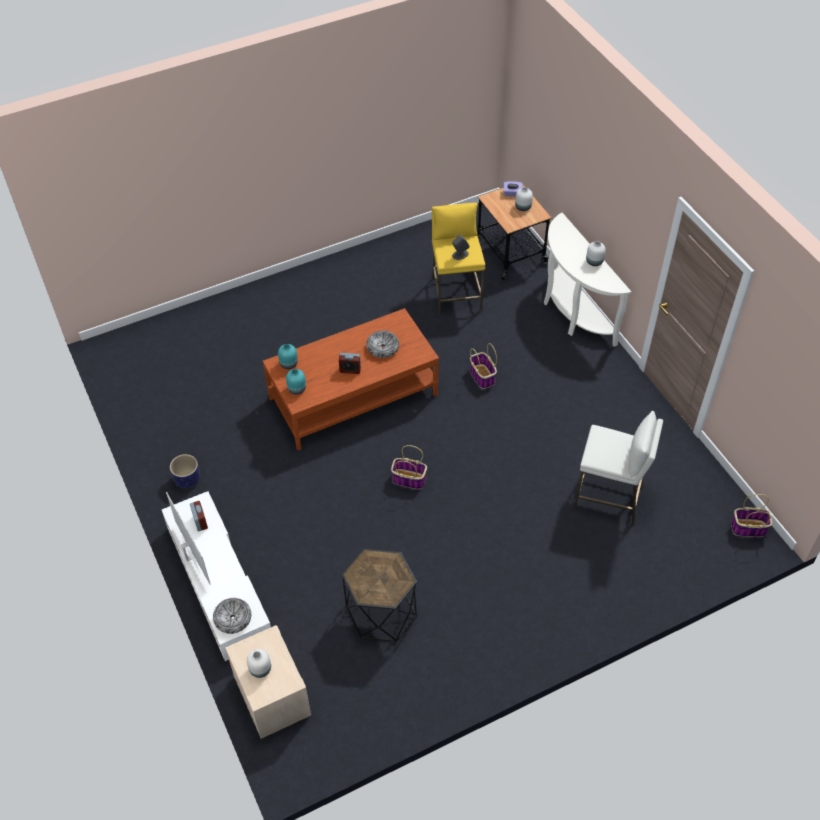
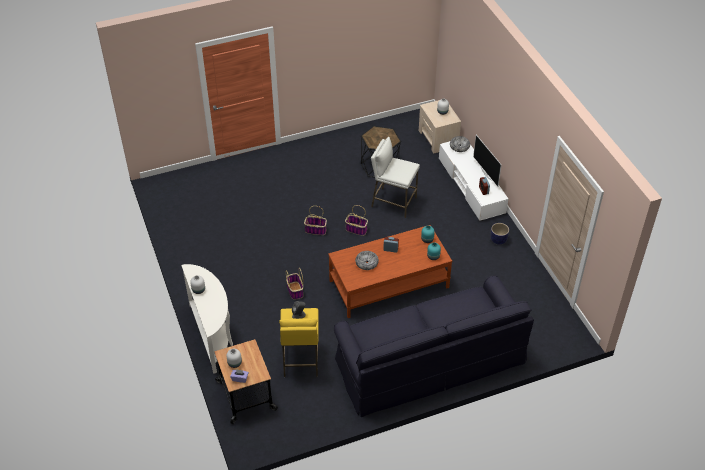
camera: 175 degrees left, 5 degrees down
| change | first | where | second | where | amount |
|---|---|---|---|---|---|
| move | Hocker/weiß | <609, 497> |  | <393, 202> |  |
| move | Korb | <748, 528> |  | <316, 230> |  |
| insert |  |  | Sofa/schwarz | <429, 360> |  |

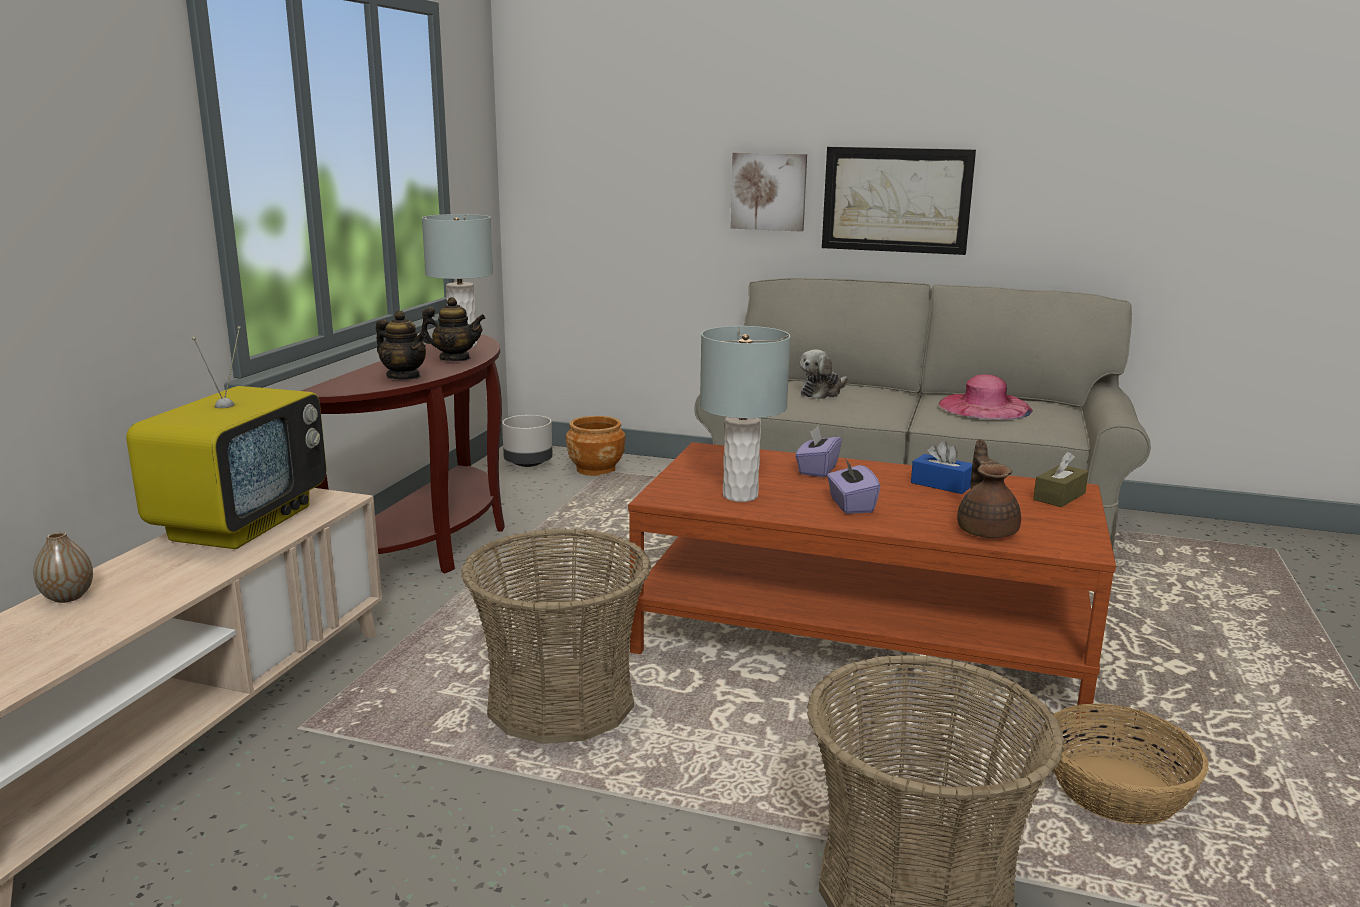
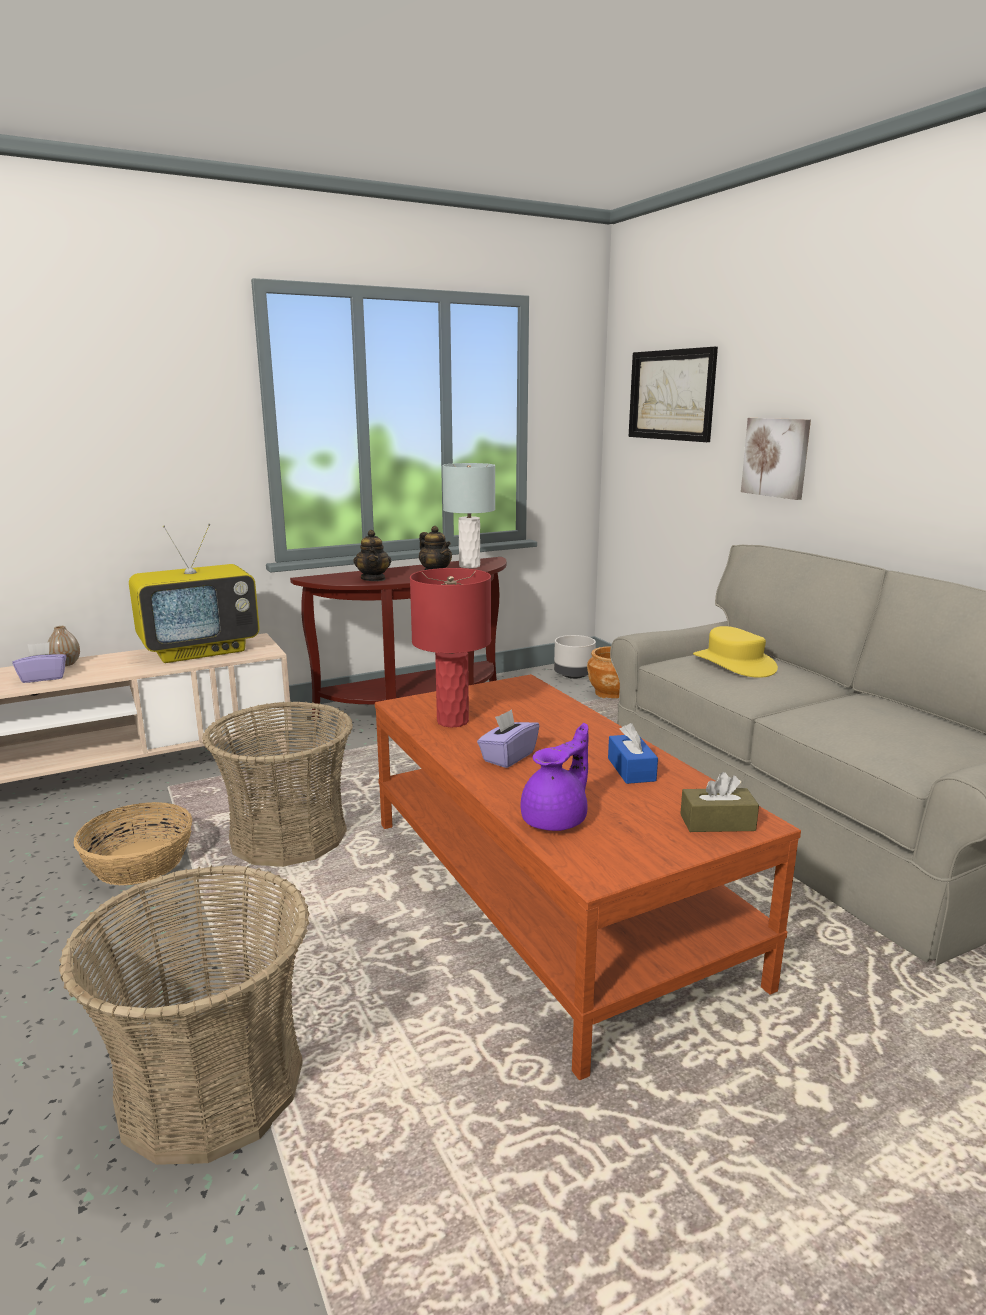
camera: 45 degrees right, 0 degrees up
| change | first | where | second | where | amount |
|---|---|---|---|---|---|
| recolor | Tischlampe/grau | <739, 496> | Tischlampe/rot | <452, 721> |  |
| move | Taschentuchbox/lila | <817, 470> |  | <43, 677> |  |
| replace | Plüschtier | <822, 392> | Hut/gelb | <734, 663> |  |
| move | Bild | <896, 200> |  | <671, 395> |  |
| delete | Hut/rosa | <985, 407> |  |  |  |
| recolor | Teekanne/braun | <986, 530> | Teekanne/lila | <556, 819> |  |
| move | Korb | <1118, 791> |  | <139, 863> |  |

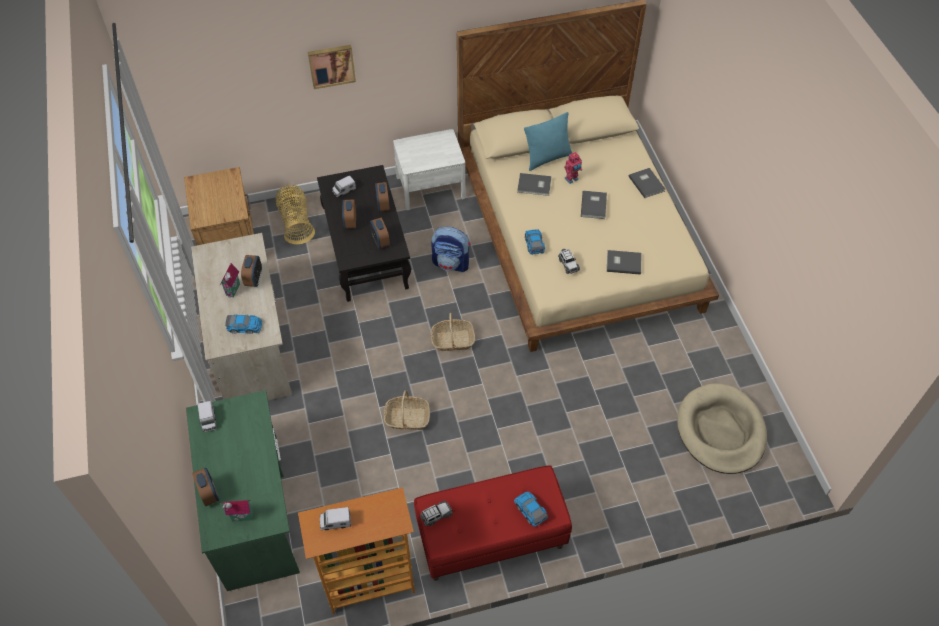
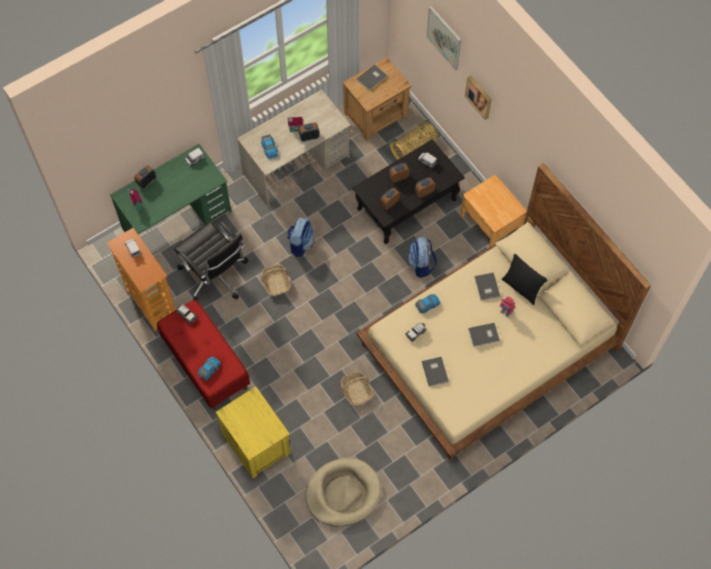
camera: 70 degrees right, 10 degrees up
| change | first | where | second | where | amount |
|---|---|---|---|---|---|
| recolor | Nachttisch/weiß | <430, 187> | Nachttisch/braun | <490, 224> |  |
| move | Korb | <452, 340> |  | <356, 391> |  |
| recolor | Kissen/türkis | <547, 158> | Kissen/schwarz | <521, 288> |  |
| move | Buch/grau | <647, 183> |  | <372, 78> |  |
| insert |  |  | Bürostuhl/schwarz | <215, 276> |  |
| insert |  |  | Nachttisch/gelb | <256, 442> |  |
| insert |  |  | Rucksack | <300, 244> |  |
| insert |  |  | Bild | <444, 37> |  |

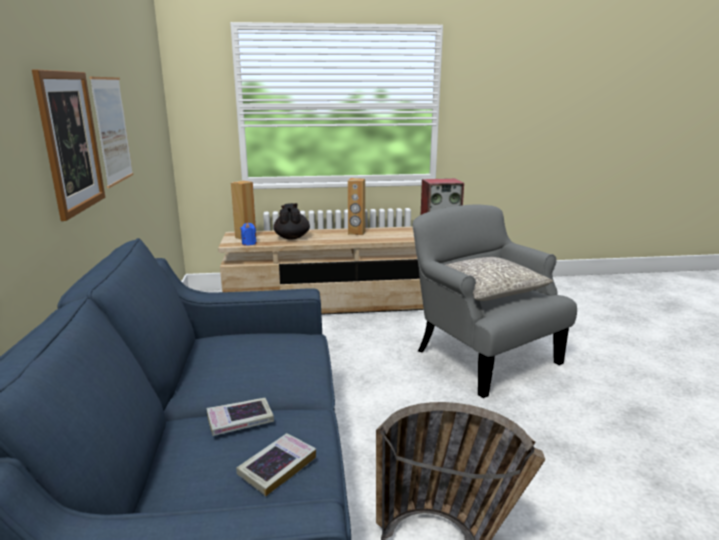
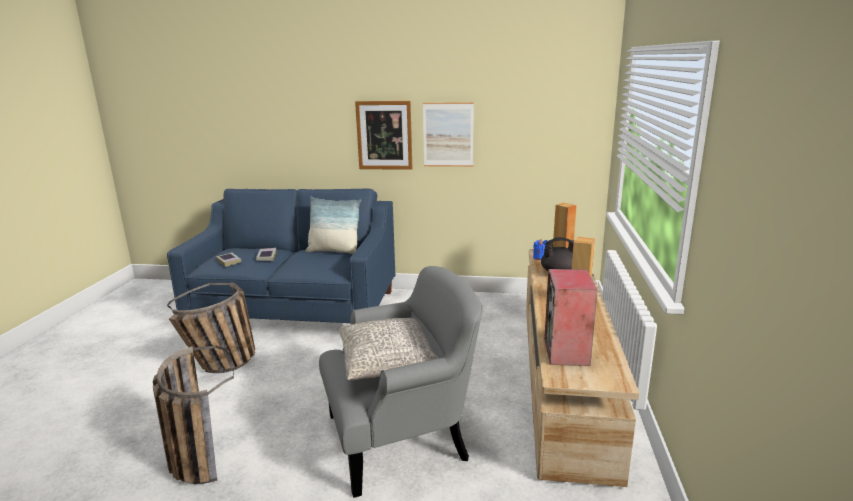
camera: 105 degrees right, 0 degrees up
| change | first | where | second | where | amount |
|---|---|---|---|---|---|
| insert |  |  | Korb | <197, 455> |  |
| insert |  |  | Kissen | <334, 251> |  |

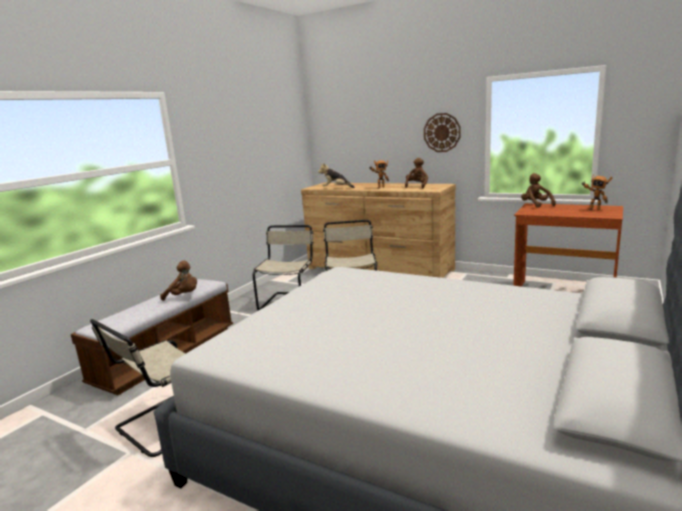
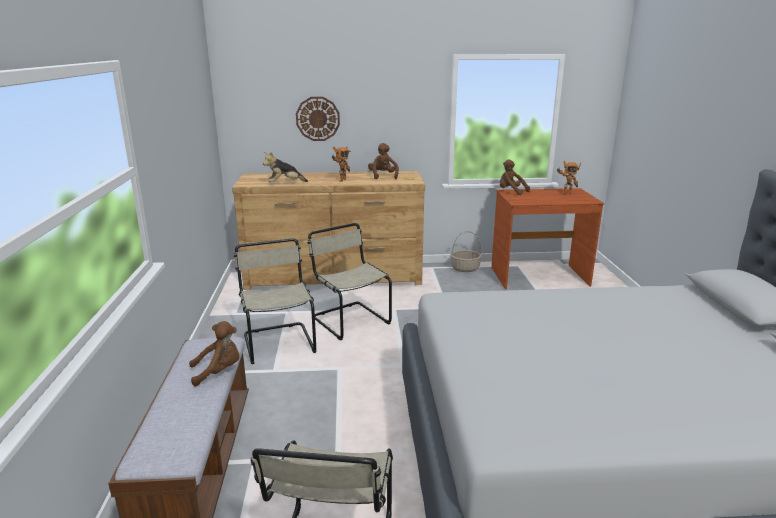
camera: 35 degrees left, 5 degrees up
| change | first | where | second | where | amount |
|---|---|---|---|---|---|
| move | Wanduhr | <442, 132> |  | <318, 118> |  |
| insert |  |  | Korb | <465, 268> |  |

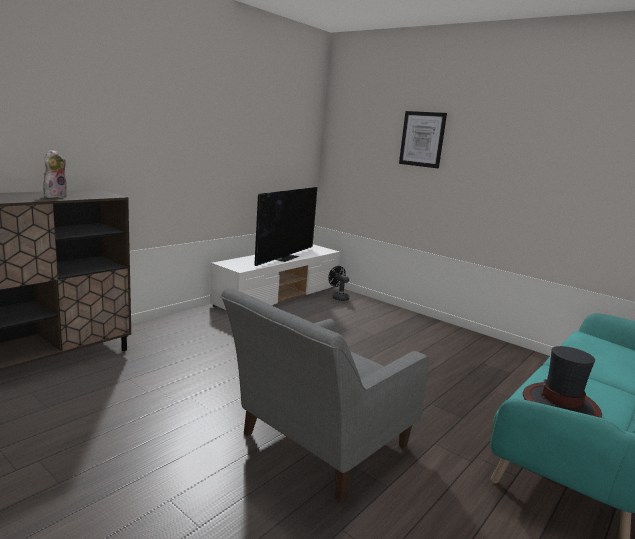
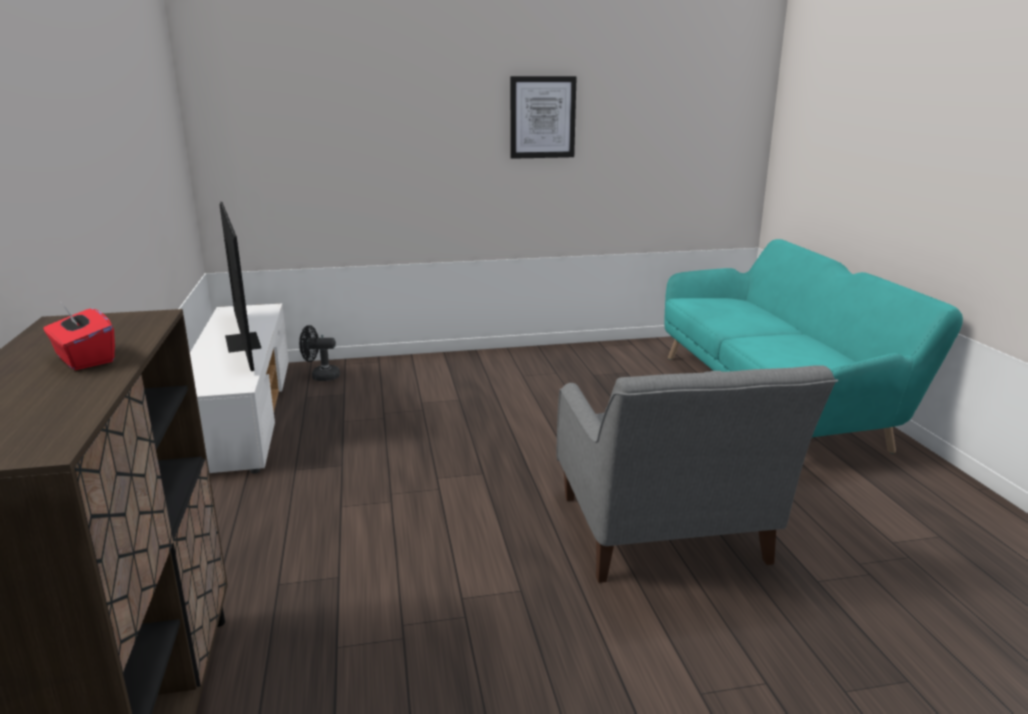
camera: 50 degrees left, 5 degrees up
| change | first | where | second | where | amount |
|---|---|---|---|---|---|
| replace | Plüschtier | <55, 196> | Taschentuchbox/rot | <84, 359> |  |
| move | Bild | <422, 139> |  | <542, 117> |  |
| delete | Hut | <561, 404> |  |  |  |

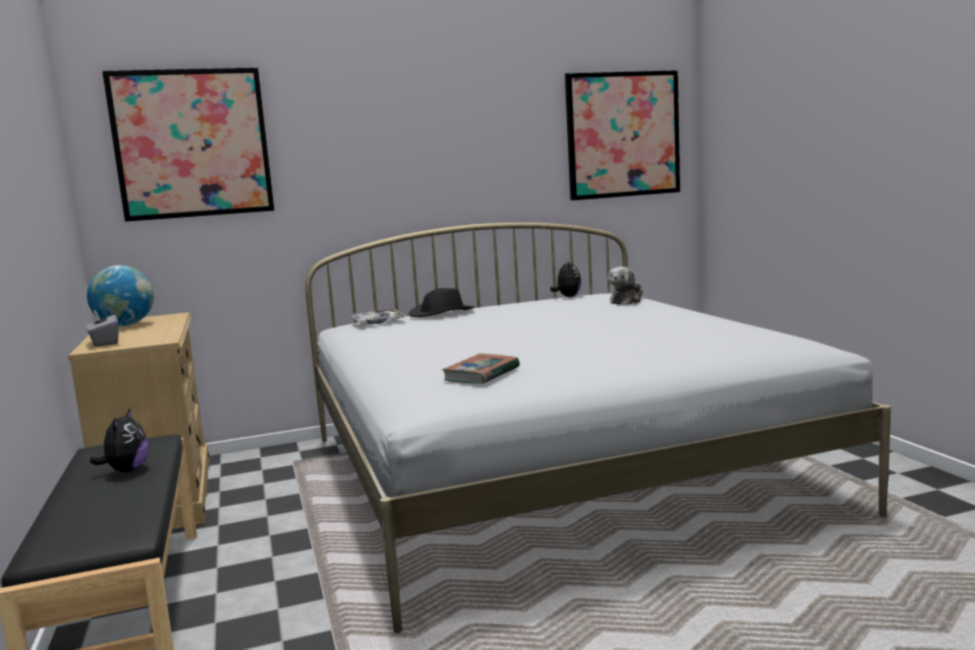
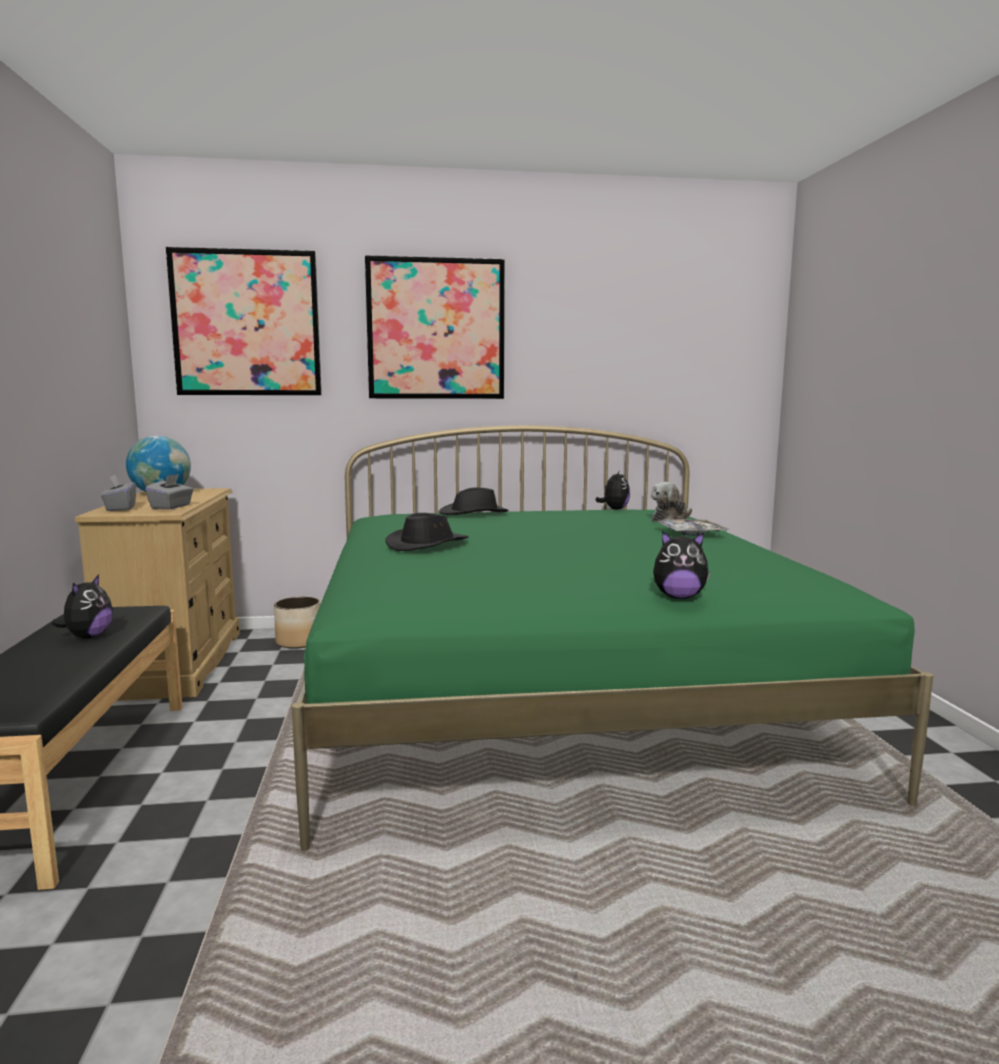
camera: 10 degrees right, 0 degrees up
| change | first | where | second | where | amount |
|---|---|---|---|---|---|
| recolor | Bett/weiß | <552, 471> | Bett/grün | <557, 693> |  |
| move | Tablett | <377, 322> |  | <691, 533> |  |
| delete | Buch | <482, 374> |  |  |  |
| move | Bild | <623, 135> |  | <436, 329> |  |
| insert |  |  | Taschentuchbox/grau | <171, 507> |  |
| insert |  |  | Pflanzkübel | <299, 642> |  |
| insert |  |  | Hut/schwarz | <428, 544> |  |
| insert |  |  | Plüschtier | <679, 597> |  |

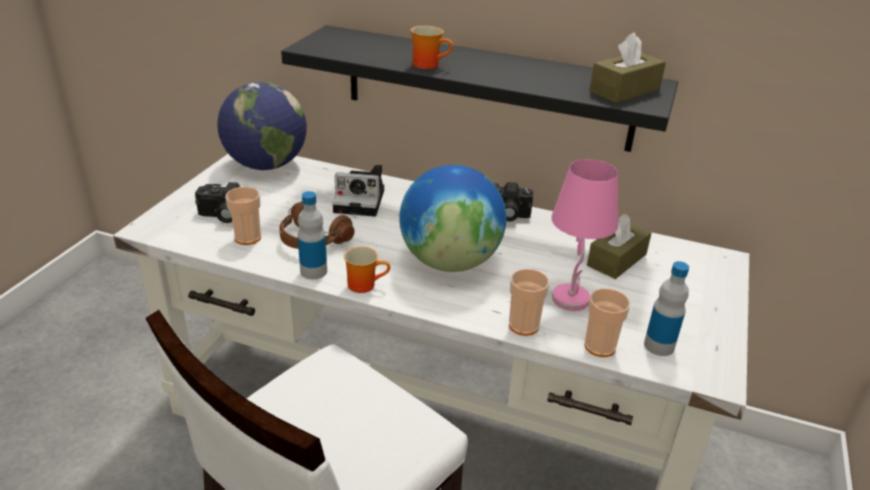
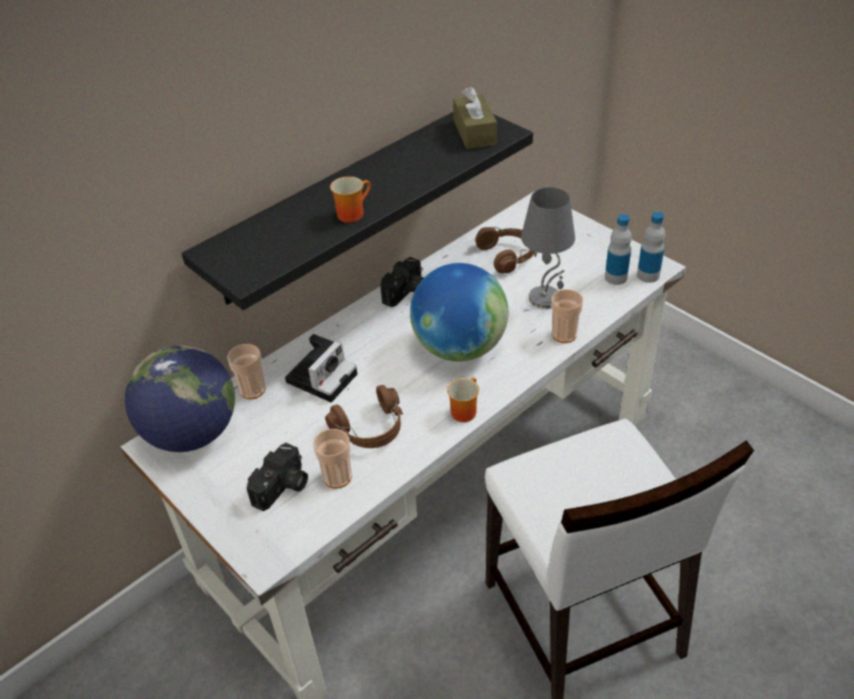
camera: 60 degrees left, 10 degrees up
| change | first | where | second | where | amount |
|---|---|---|---|---|---|
| move | Flasche | <313, 271> |  | <648, 275> |  |
| recolor | Tischlampe/rosa | <571, 299> | Tischlampe/grau | <545, 298> |  |
| move | Tasse | <600, 347> |  | <252, 390> |  |
| replace | Taschentuchbox/braun | <616, 260> | Kopfhörer/braun | <508, 255> |  |

